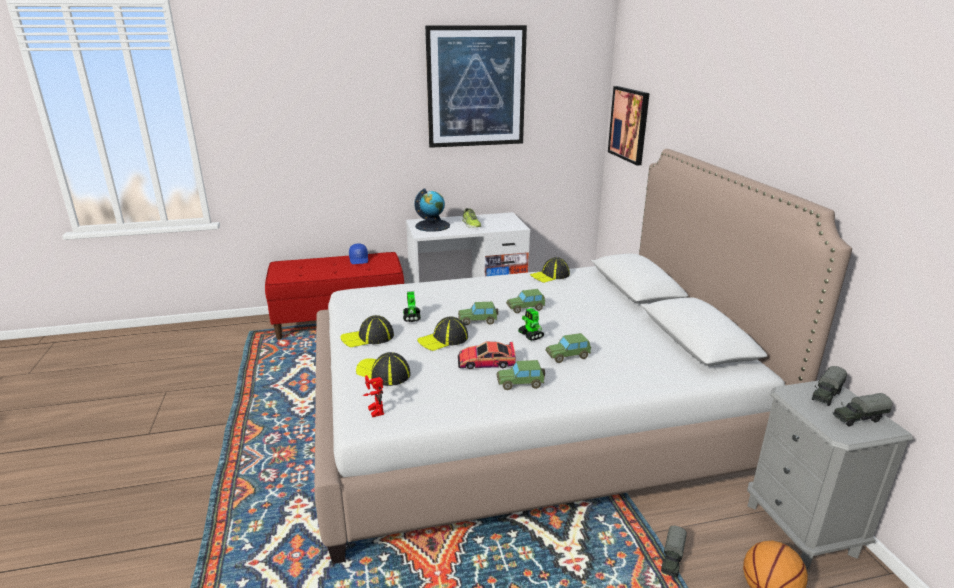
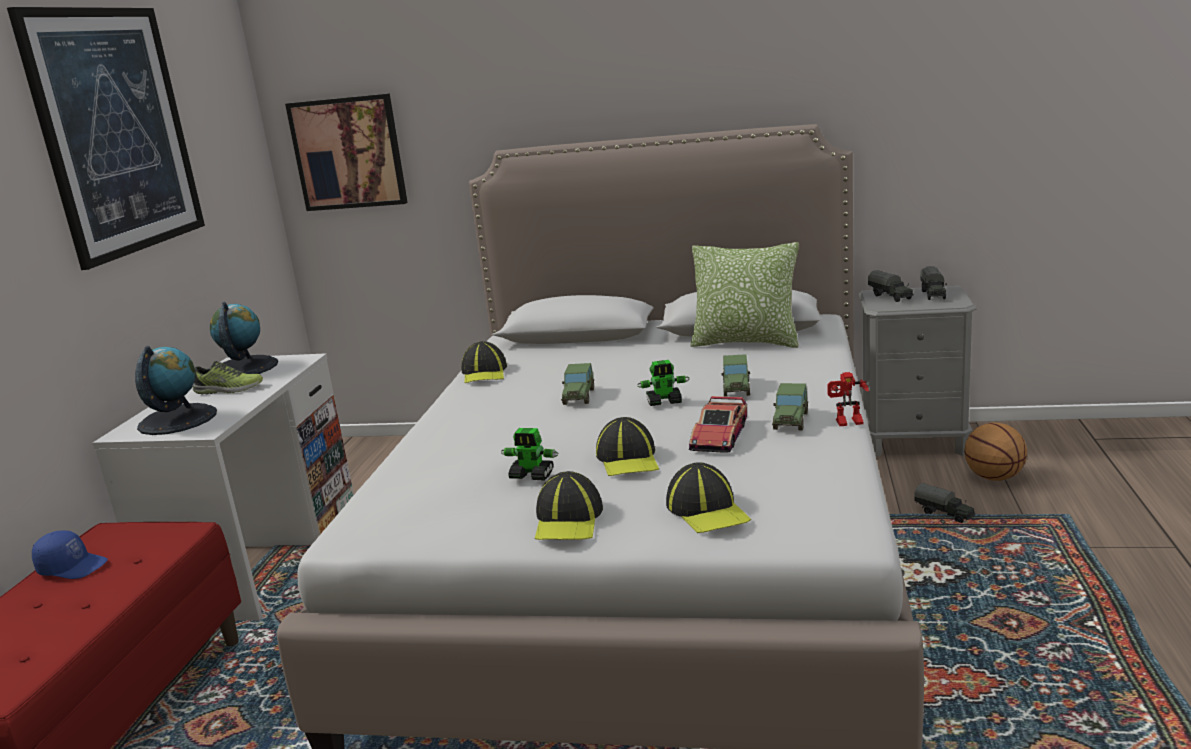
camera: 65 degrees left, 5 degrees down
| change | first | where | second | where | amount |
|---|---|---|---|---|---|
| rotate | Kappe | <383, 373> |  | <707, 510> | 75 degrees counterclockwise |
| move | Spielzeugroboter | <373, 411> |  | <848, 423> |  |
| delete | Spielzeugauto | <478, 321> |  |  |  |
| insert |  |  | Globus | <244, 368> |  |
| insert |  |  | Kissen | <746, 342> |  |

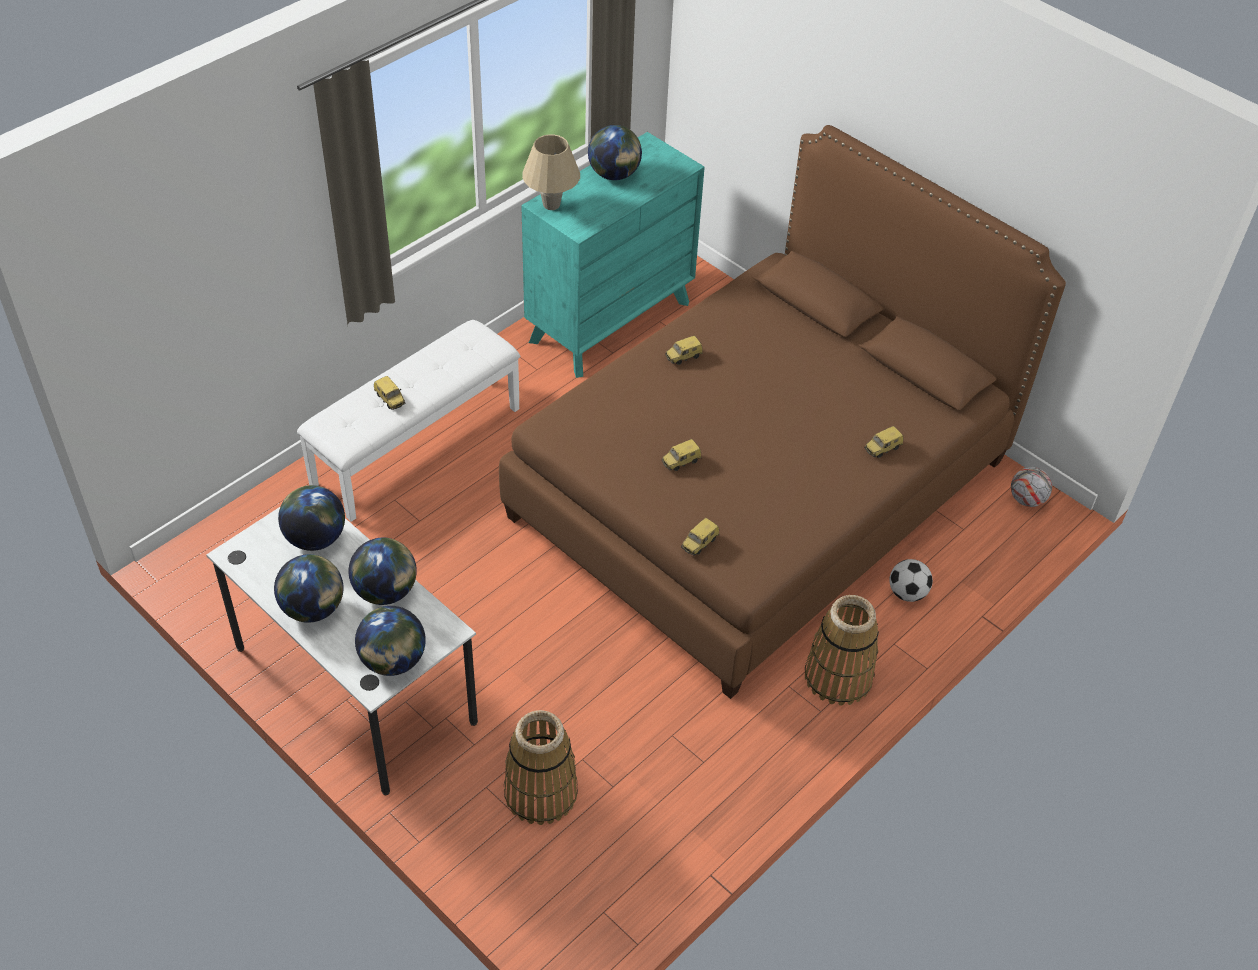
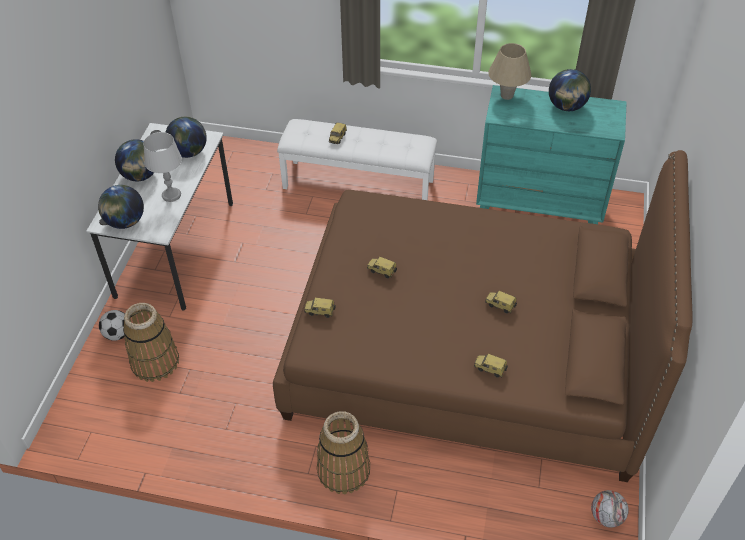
camera: 60 degrees right, 0 degrees up
| change | first | where | second | where | amount |
|---|---|---|---|---|---|
| replace | Globus | <386, 591> | Tischlampe/grau | <171, 195> |  |
| move | Spielzeugauto | <684, 358> |  | <500, 306> |  |
| move | Fußball | <907, 593> |  | <118, 334> |  |

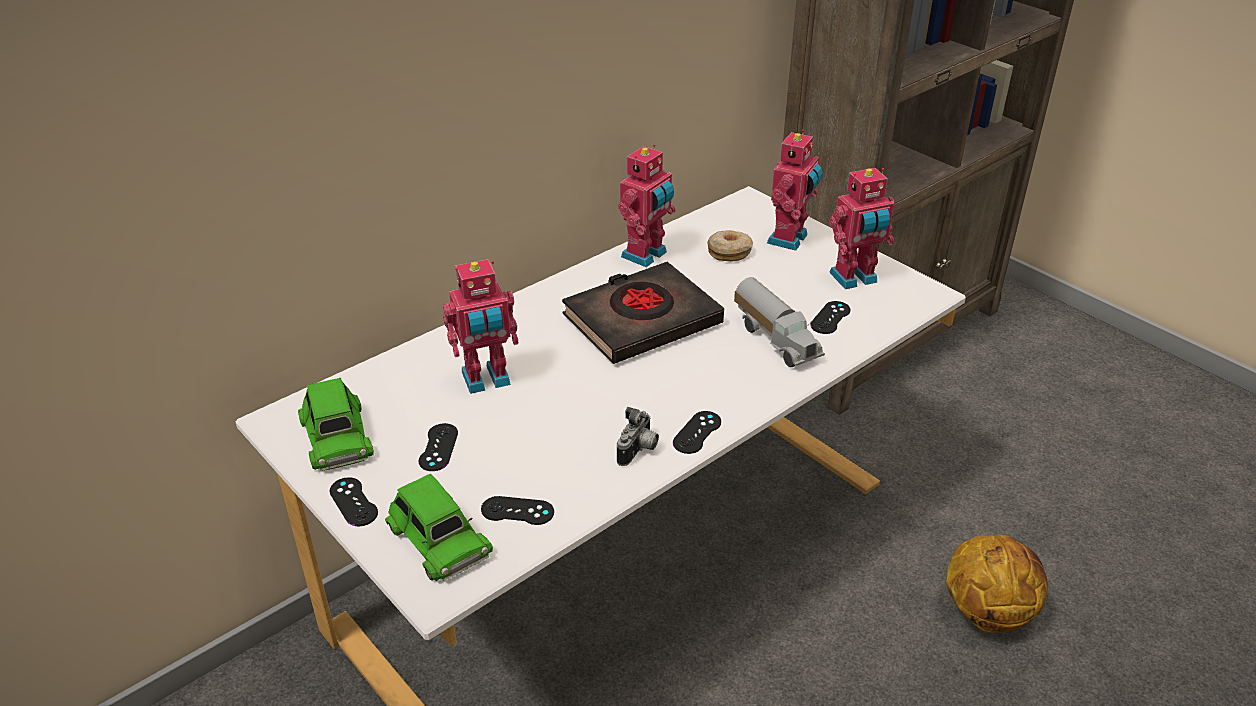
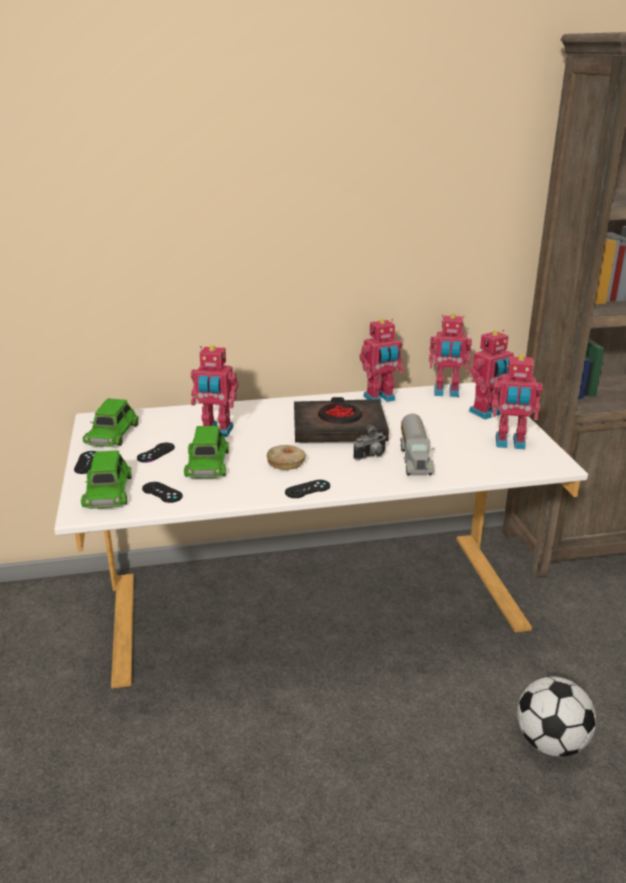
camera: 30 degrees right, 10 degrees down
| change | first | where | second | where | amount |
|---|---|---|---|---|---|
| move | Kamera | <639, 451> |  | <371, 456> |  |
| move | Donut | <729, 252> |  | <286, 463> |  |
| delete | Gamepad/schwarz | <830, 318> |  |  |  |
| replace | Basketball | <987, 612> | Fußball | <550, 742> |  |
| insert |  |  | Spielzeugauto/grün | <207, 463> |  |
| insert |  |  | Spielzeugroboter | <446, 393> |  |

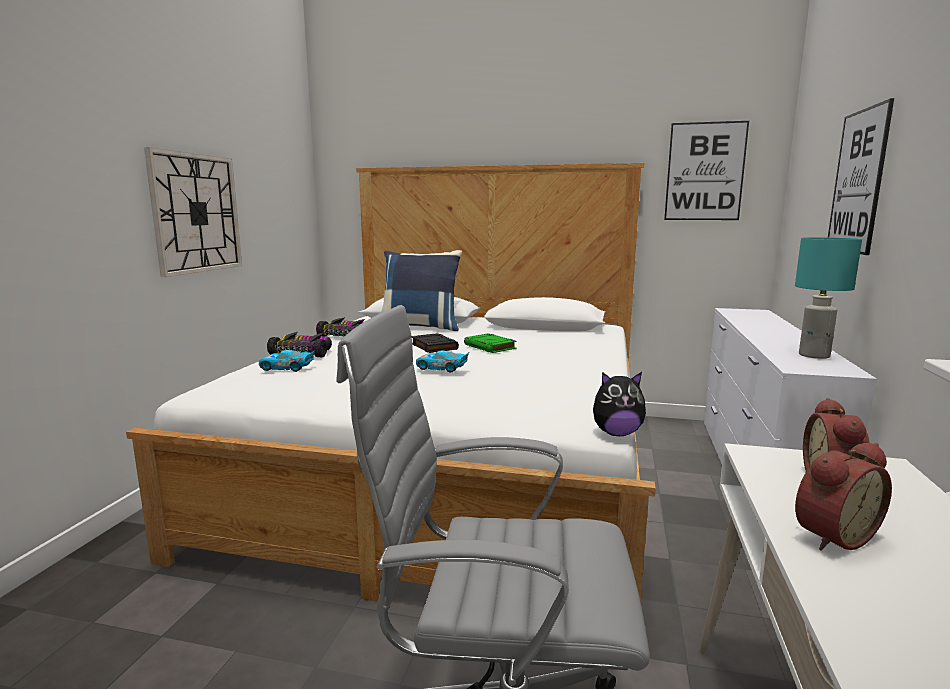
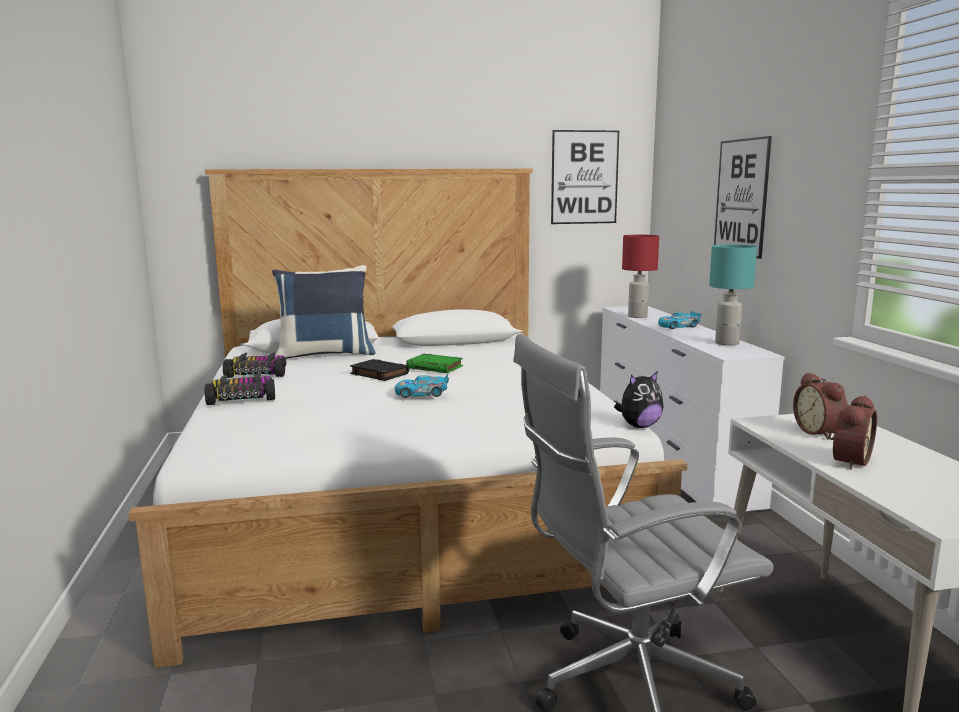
camera: 25 degrees left, 0 degrees up
| change | first | where | second | where | amount |
|---|---|---|---|---|---|
| delete | Wanduhr | <196, 213> |  |  |  |
| move | Spielzeugauto | <287, 368> |  | <678, 326> |  |
| insert |  |  | Tischlampe/rot | <637, 316> |  |

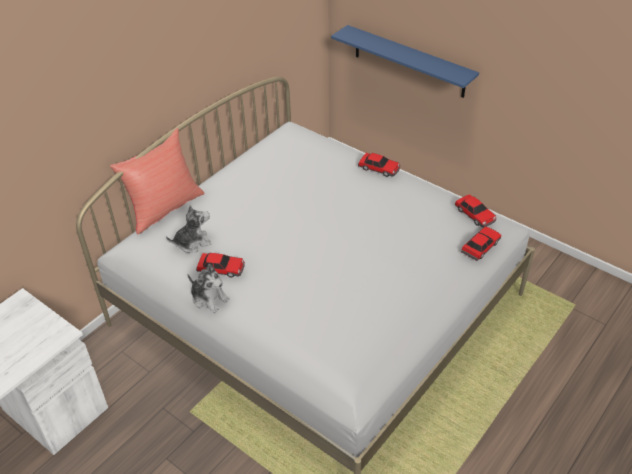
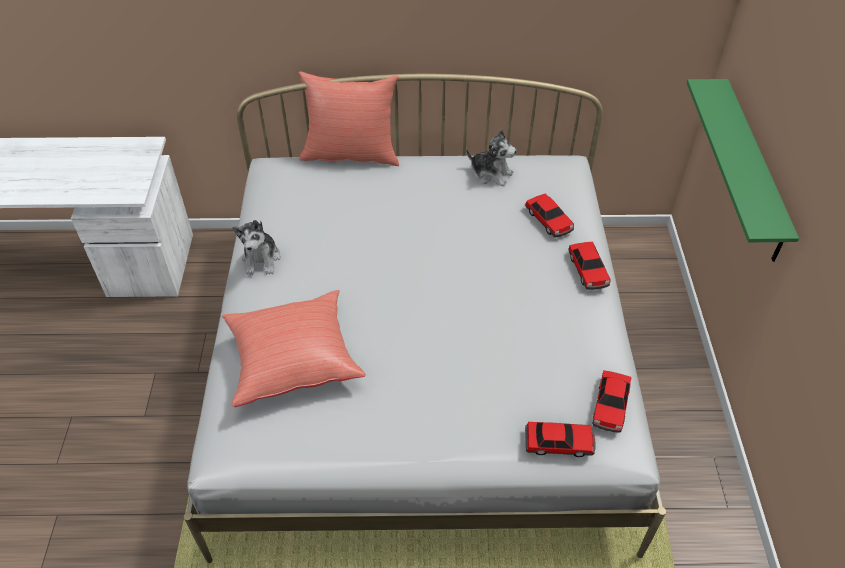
camera: 50 degrees right, 5 degrees up
| change | first | where | second | where | amount |
|---|---|---|---|---|---|
| move | Plüschtier | <192, 243> |  | <491, 173> |  |
| move | Spielzeugauto | <221, 269> |  | <549, 220> |  |
| recolor | Wandregal/blau | <409, 61> | Wandregal/grün | <752, 170> |  |
| insert |  |  | Kissen/rot | <293, 360> |  |

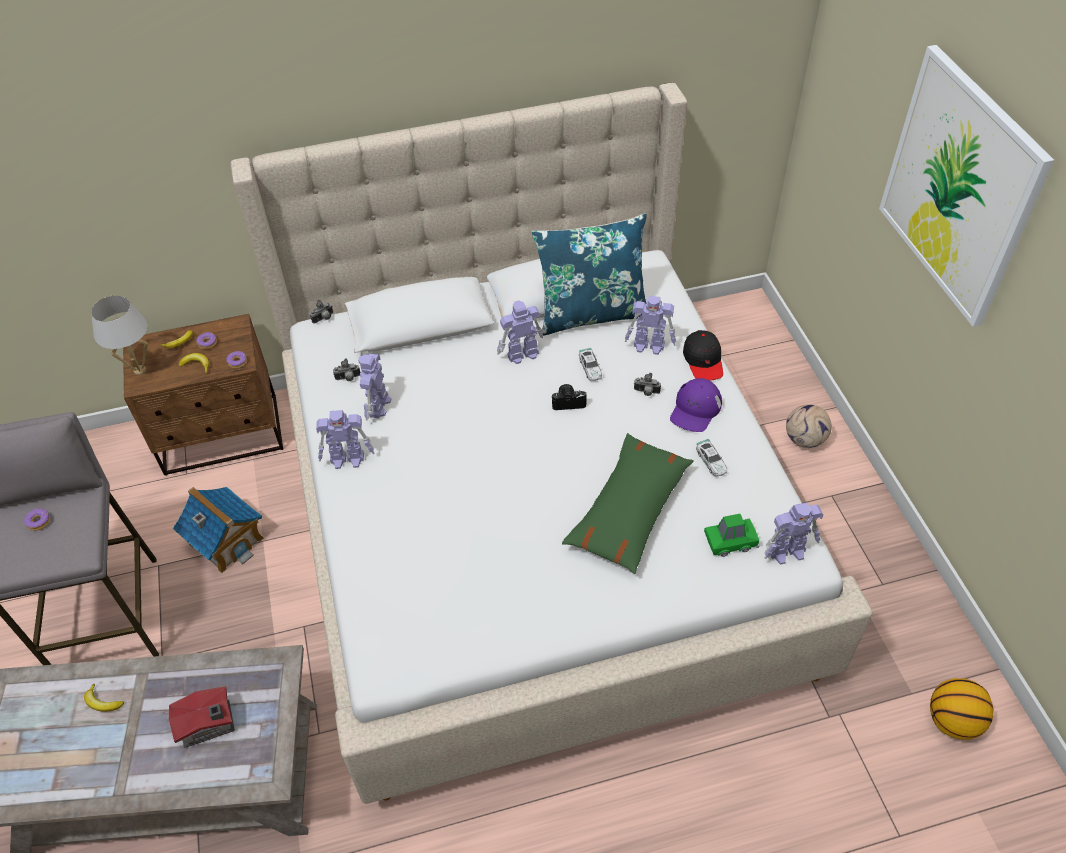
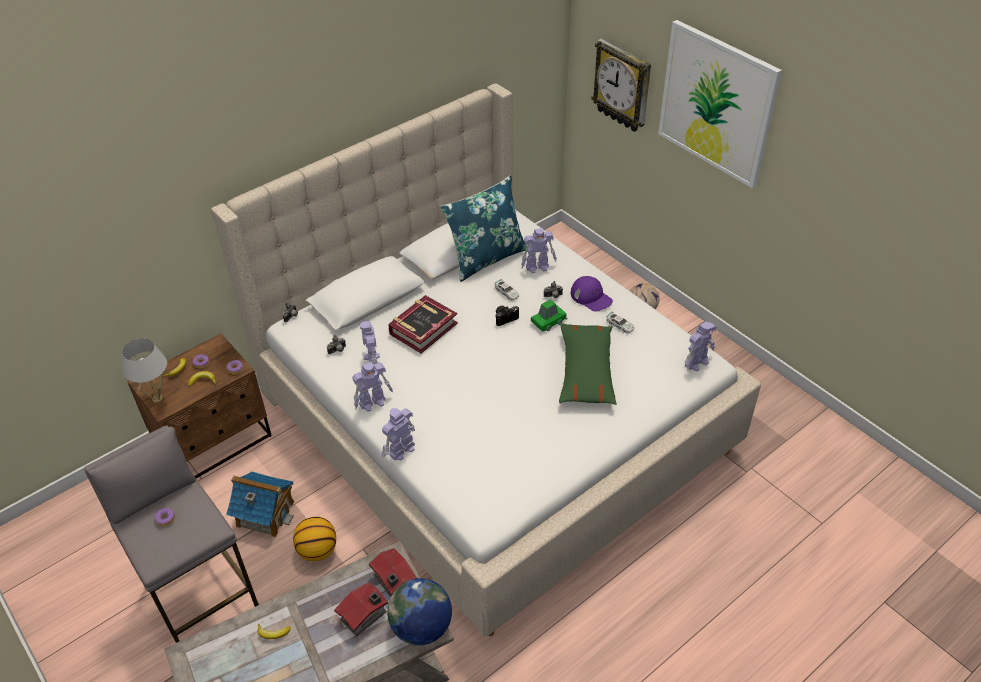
camera: 25 degrees left, 5 degrees down
| change | first | where | second | where | amount |
|---|---|---|---|---|---|
| move | Spielzeugroboter | <521, 354> |  | <401, 450> |  |
| rotate | Kappe/lila | <695, 409> |  | <591, 297> | 45 degrees counterclockwise |
| delete | Kappe/schwarz | <703, 361> |  |  |  |
| move | Spielzeugauto/grün | <730, 541> |  | <548, 321> |  |
| move | Basketball | <952, 720> |  | <317, 550> |  |
| insert |  |  | Spielzeughaus | <394, 583> |  |
| insert |  |  | Globus | <421, 627> |  |
| insert |  |  | Buch | <423, 328> |  |
| insert |  |  | Wanduhr | <622, 86> |  |

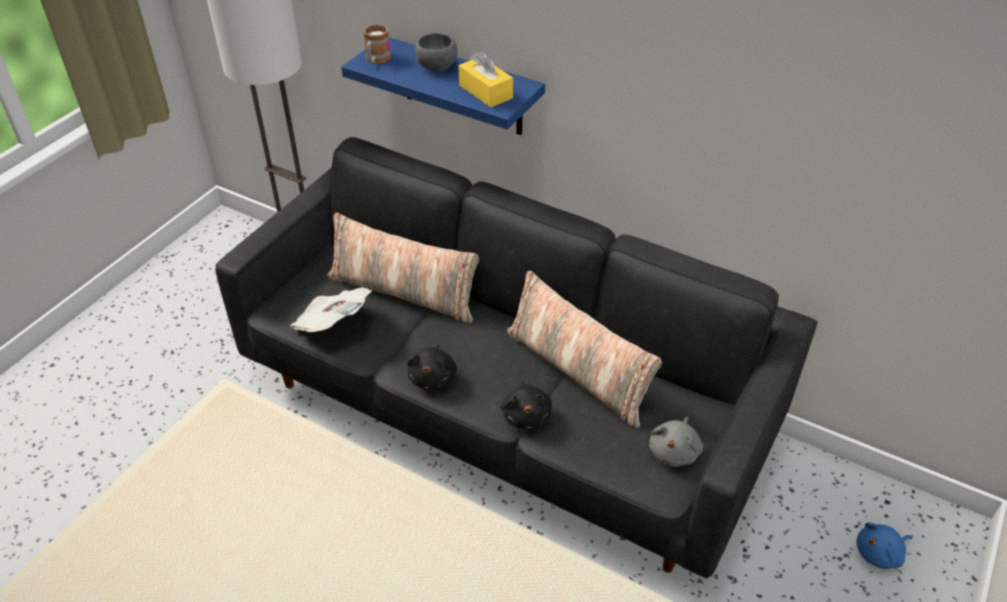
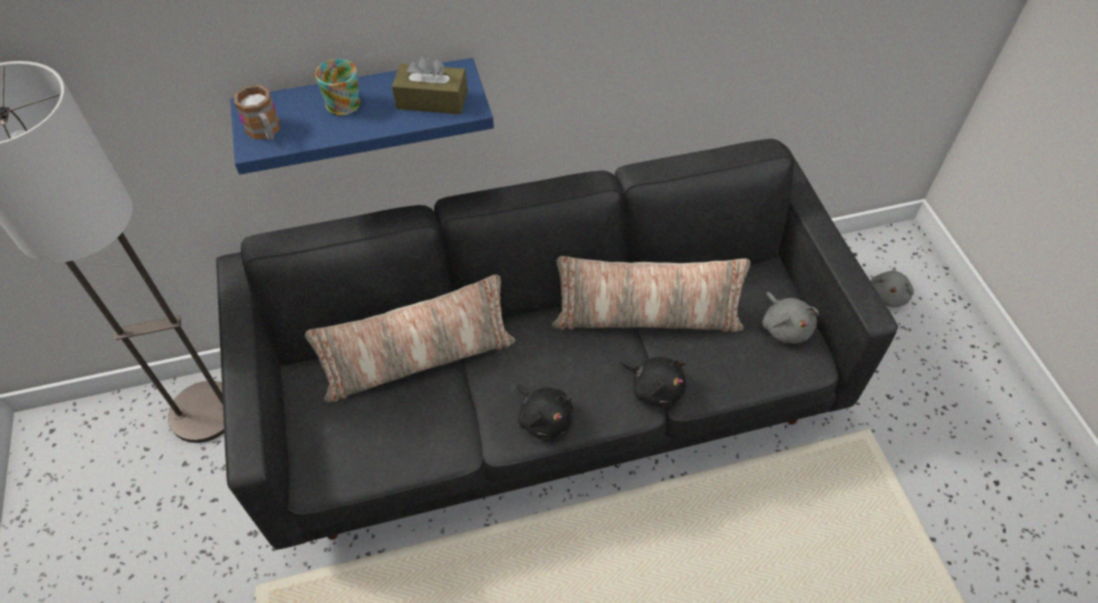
camera: 45 degrees left, 10 degrees up
| change | first | where | second | where | amount |
|---|---|---|---|---|---|
| delete | Zeitung | <333, 324> |  |  |  |
| replace | Schüssel/grau | <436, 66> | Henkelbecher | <341, 101> |  |
| recolor | Taschentuchbox/gelb | <485, 92> | Taschentuchbox/braun | <432, 100> |  |
| recolor | Plüschtier/blau | <880, 553> | Plüschtier/grau | <887, 295> |  |

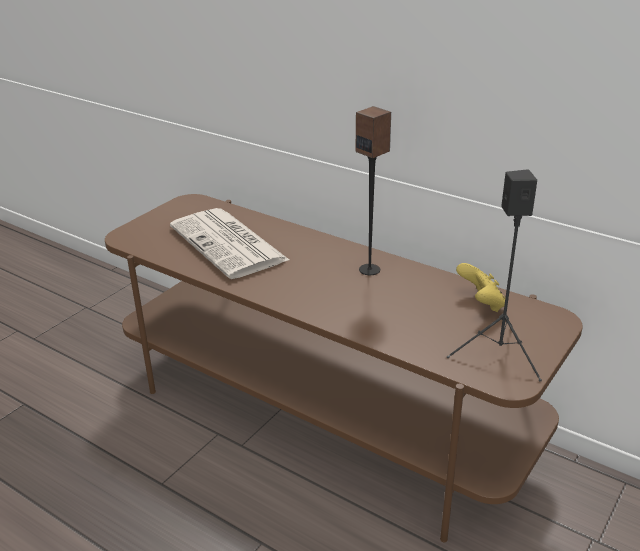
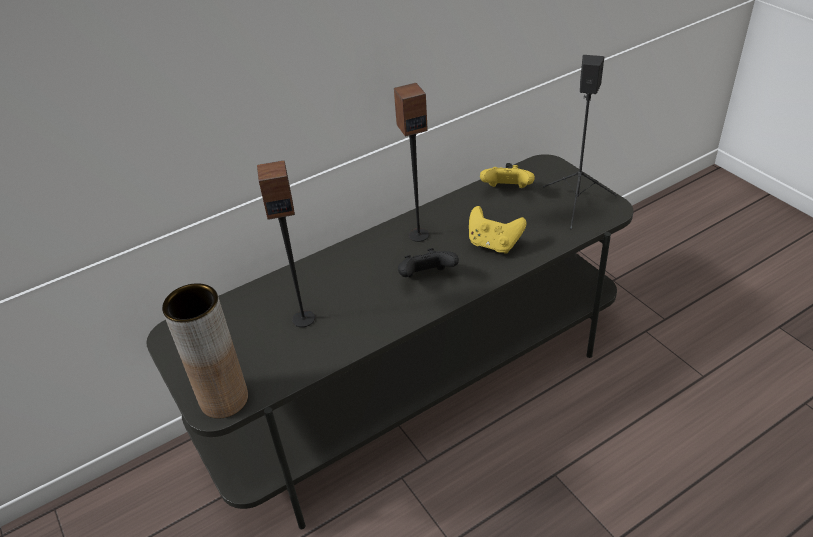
camera: 65 degrees left, 10 degrees up
| change | first | where | second | where | amount |
|---|---|---|---|---|---|
| recolor | Fernsehschrank/braun | <324, 414> | Fernsehschrank/grau | <417, 386> |  |
| replace | Zeitung | <230, 244> | Lautsprecher | <303, 318> |  |
| insert |  |  | Vase/braun | <224, 399> |  |
| insert |  |  | Gamepad/schwarz | <426, 278> |  |
| insert |  |  | Gamepad/gelb | <494, 244> |  |

